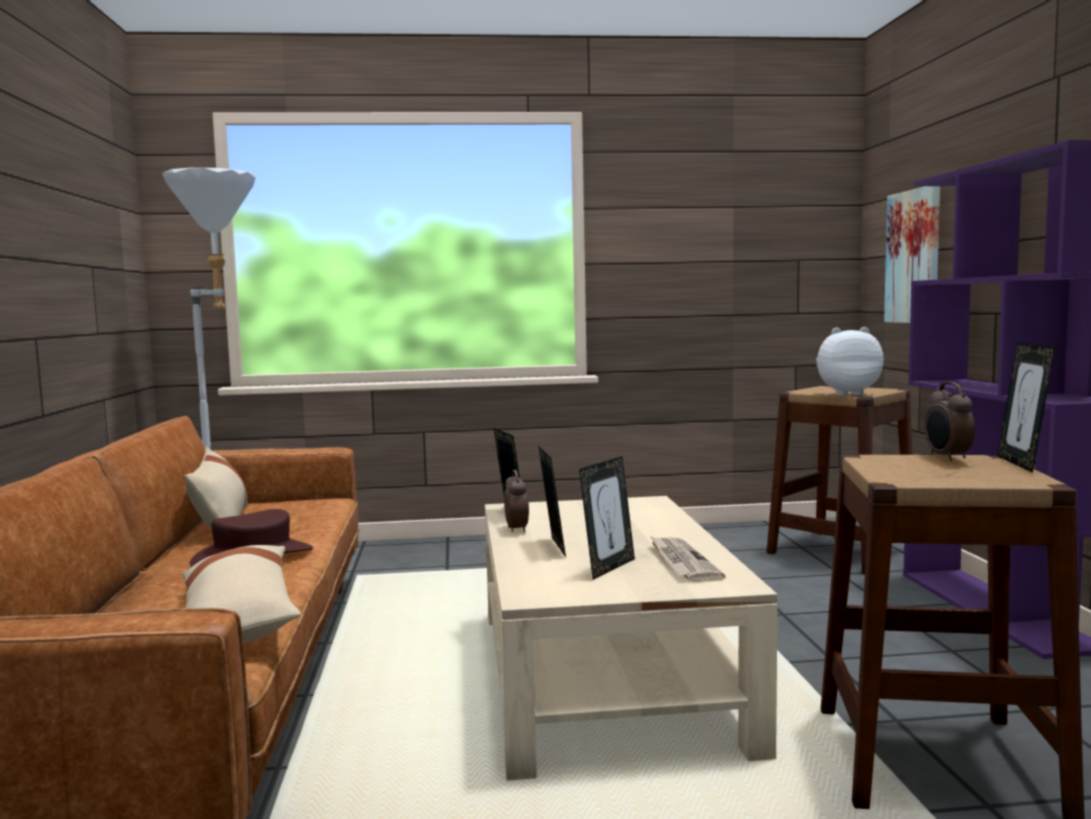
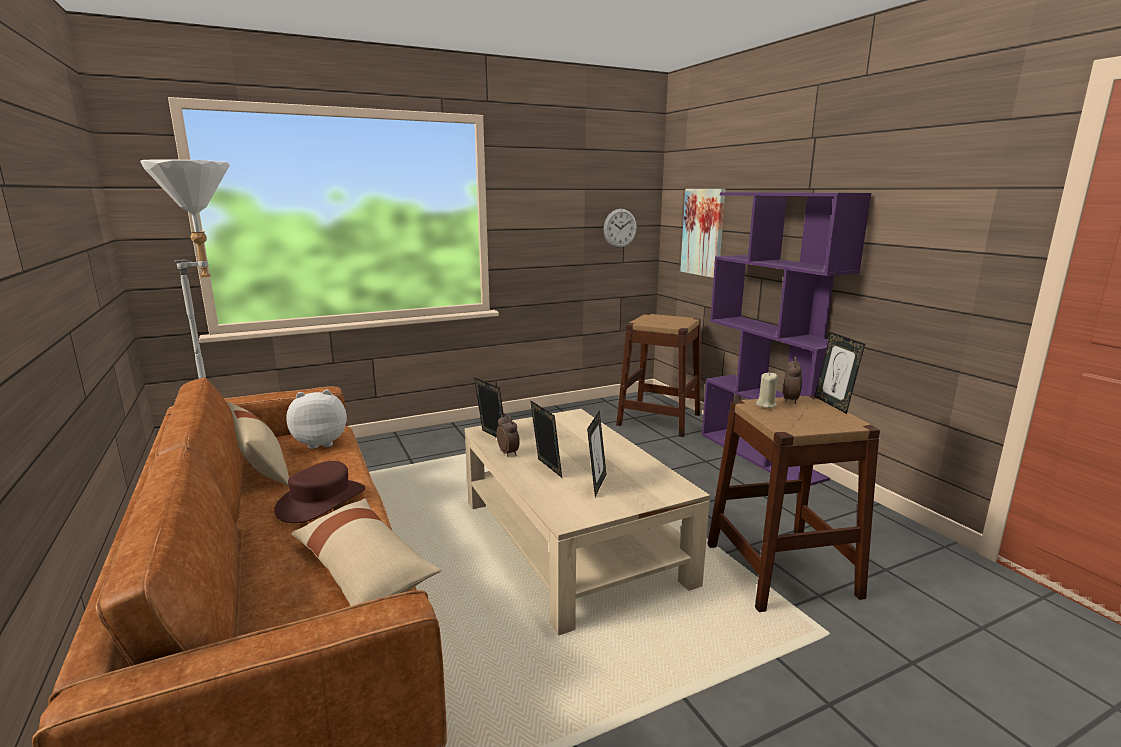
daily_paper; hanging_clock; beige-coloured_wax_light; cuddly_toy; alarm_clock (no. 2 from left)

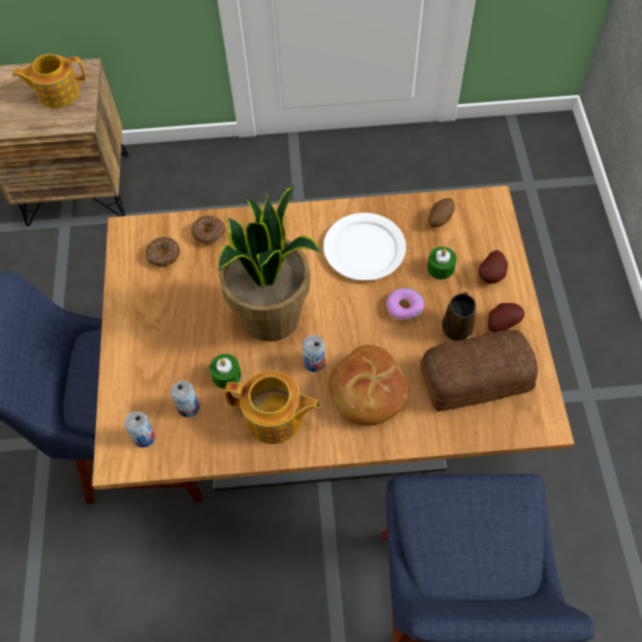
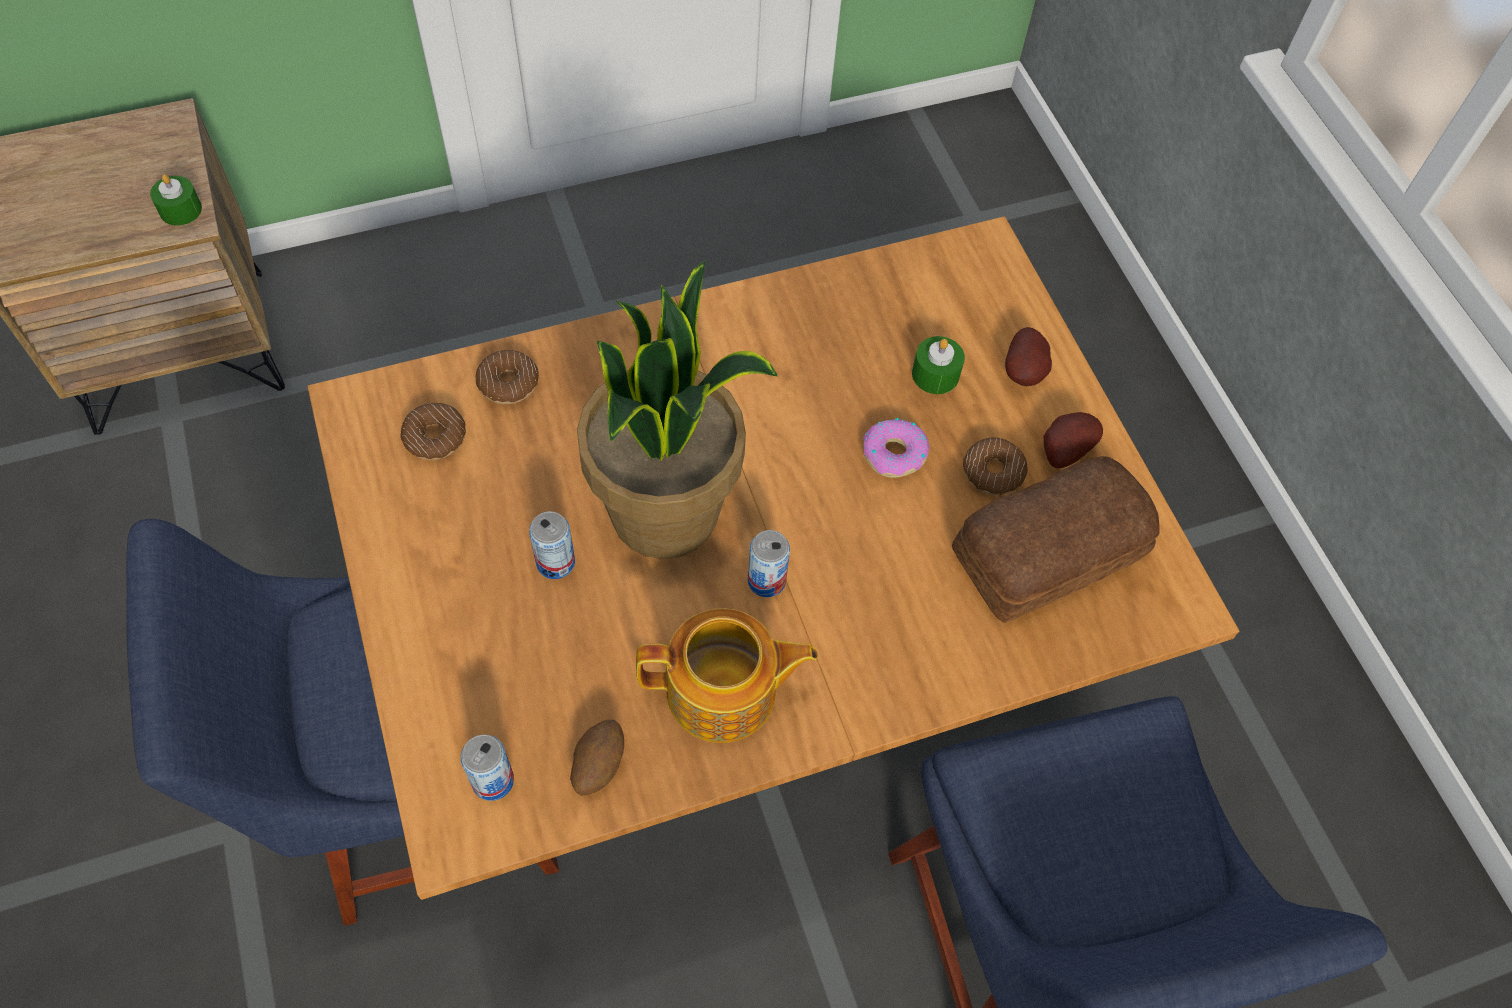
pot_for_tea (no. 1 from left in the first image); white-coloured_plate; bakery_bread (no. 1 from left in the first image); metal_can (no. 2 from left); green-coloured_wax_light (no. 1 from left); whole_potato (no. 1 from left); doughnut (no. 4 from left)

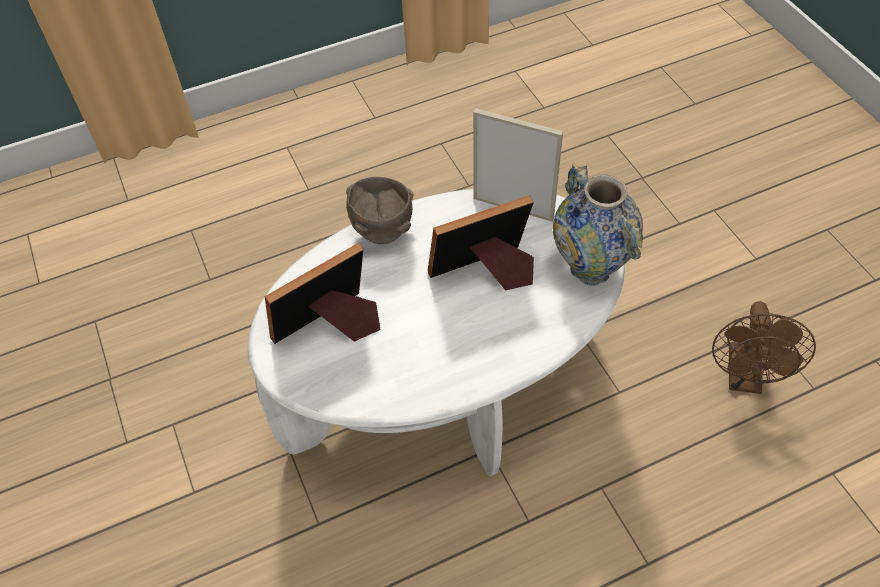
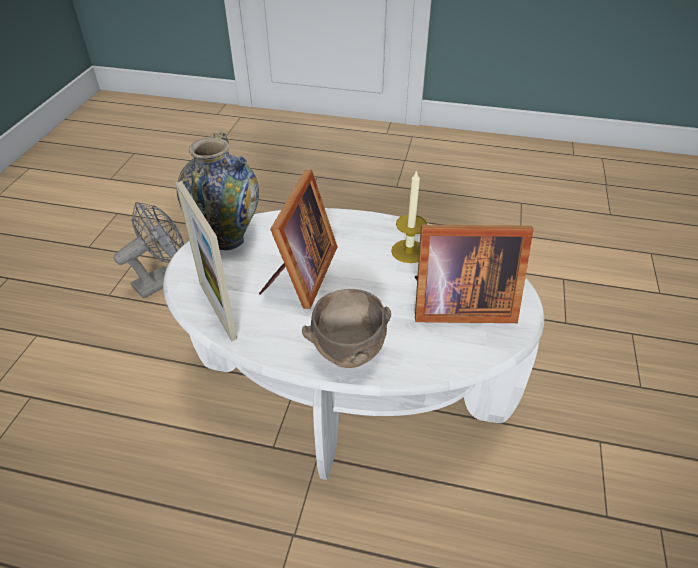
wax_light; greyish_fan; picture_frame (no. 2 from left)

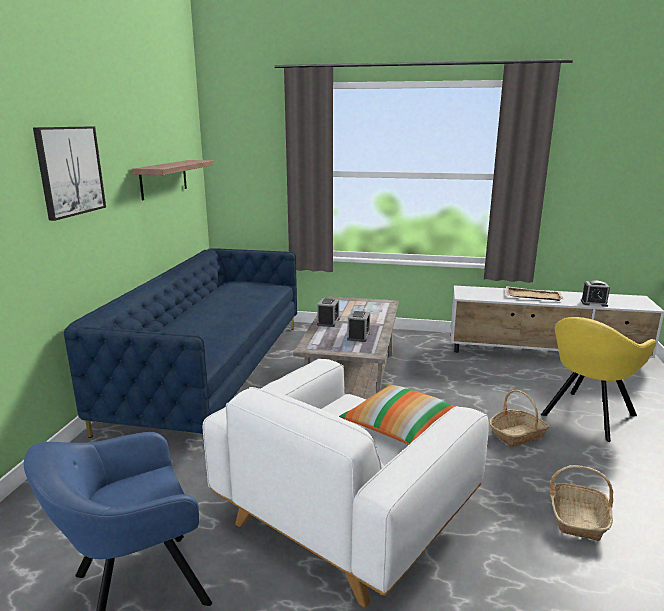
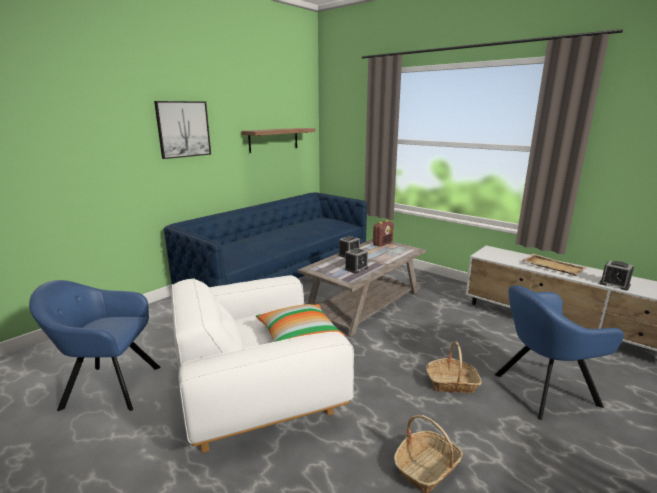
radio_receiver; blue-coloured_lounge_chair (no. 2 from left)

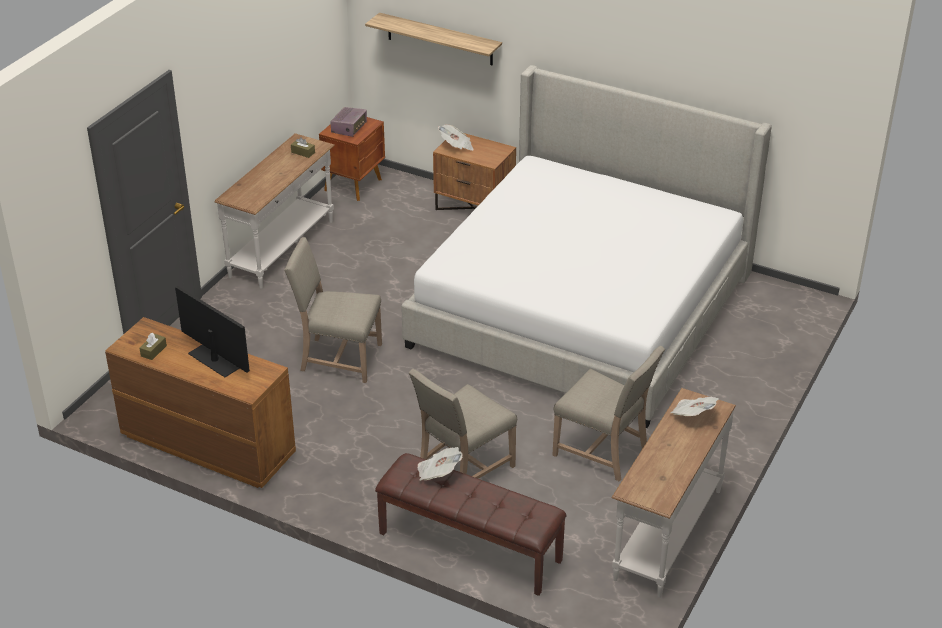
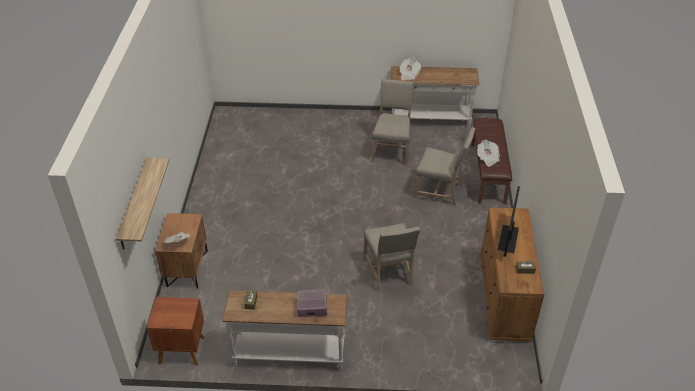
bedroom_bed; radio_receiver

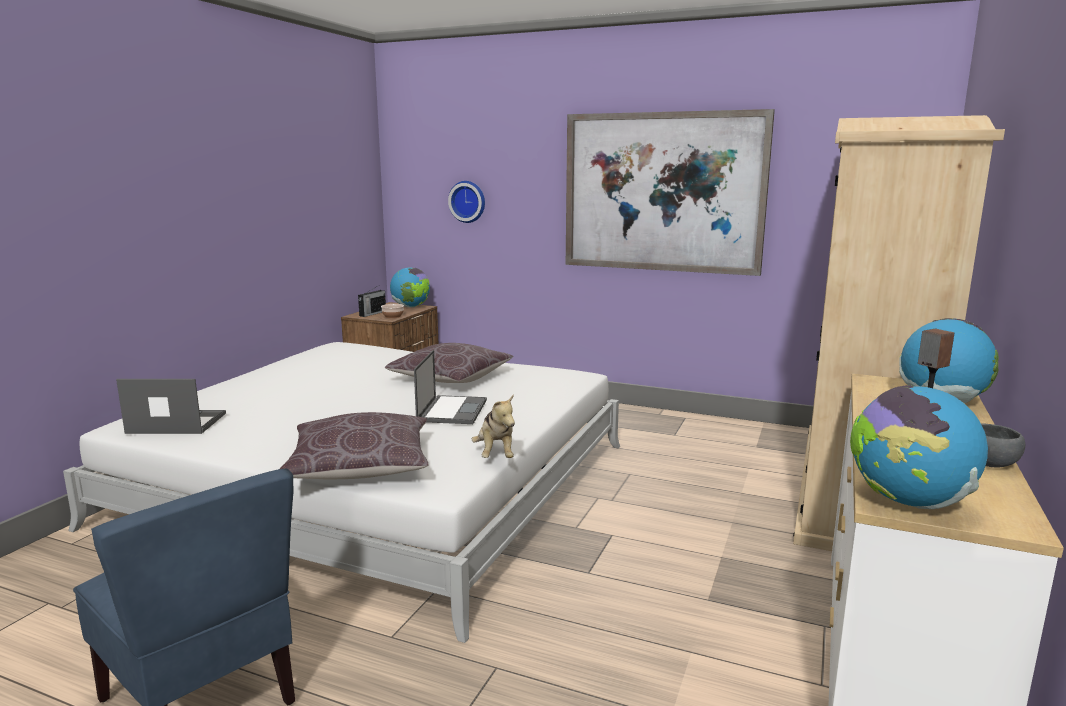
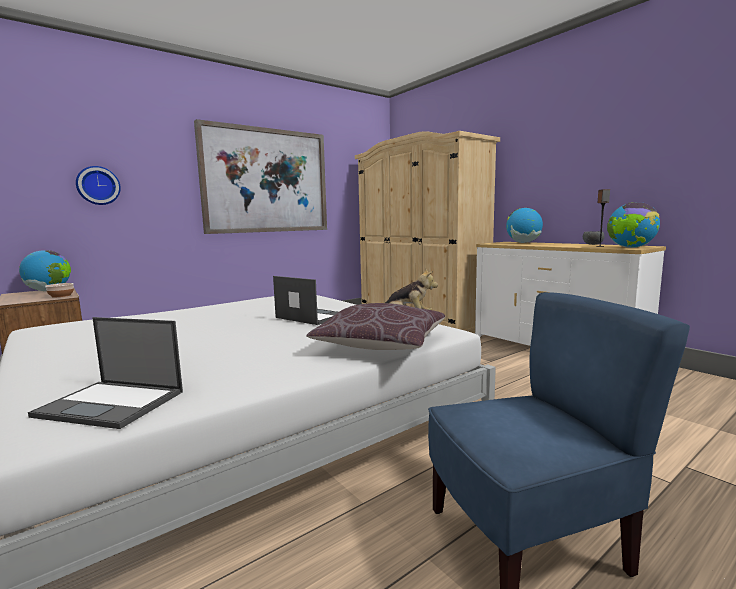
radio_receiver; brown-coloured_throw_pillow (no. 2 from left in the first image); laptop (no. 1 from left)

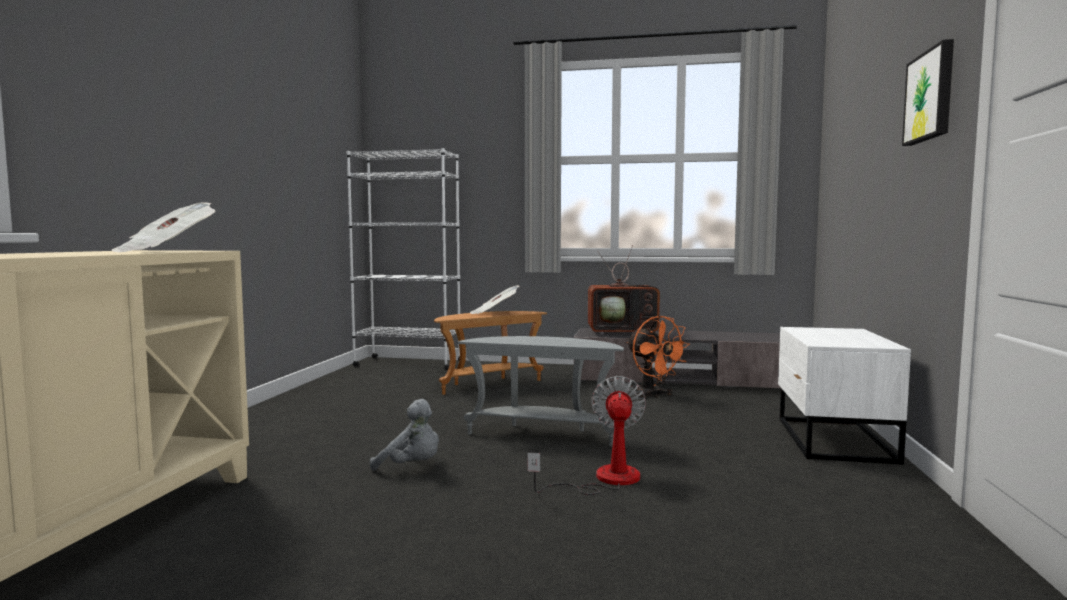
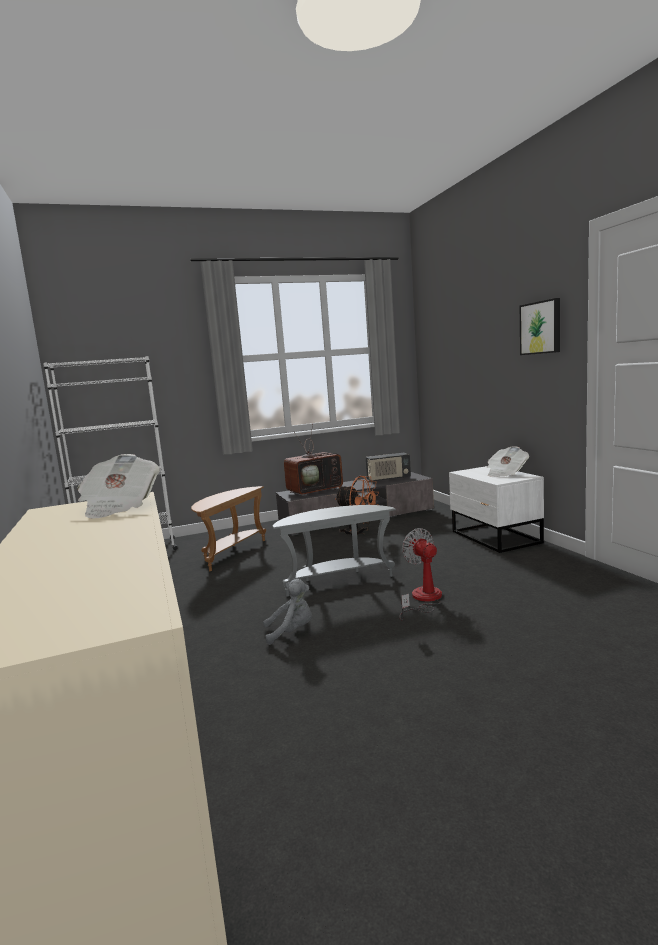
radio_receiver; daily_paper (no. 2 from left)

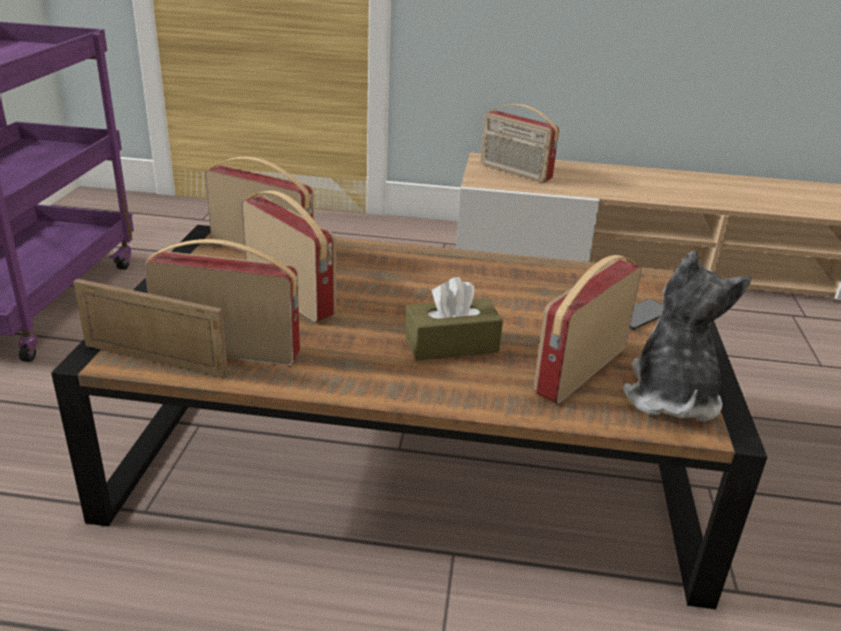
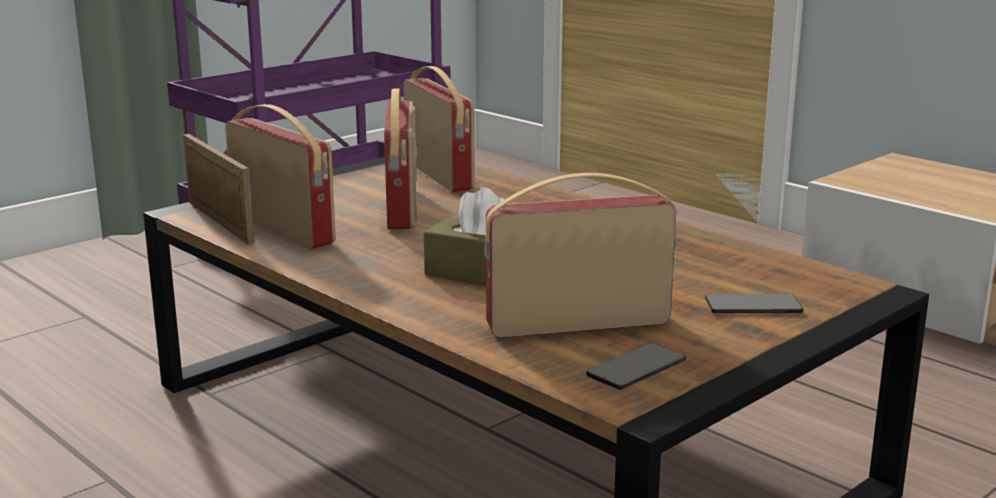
radio_receiver (no. 4 from left in the first image); handset (no. 1 from left)

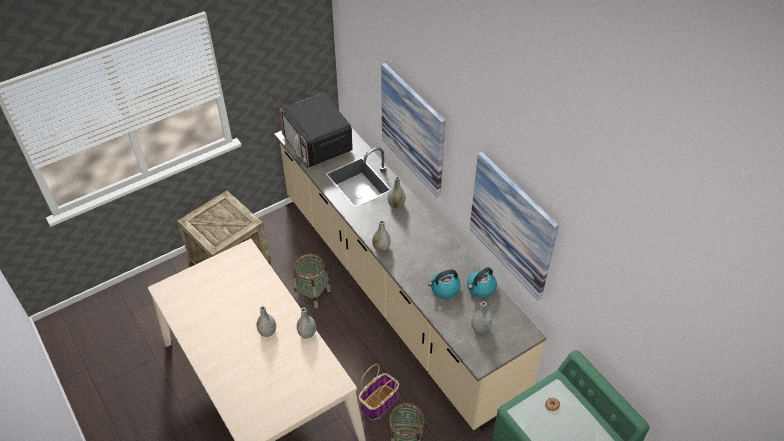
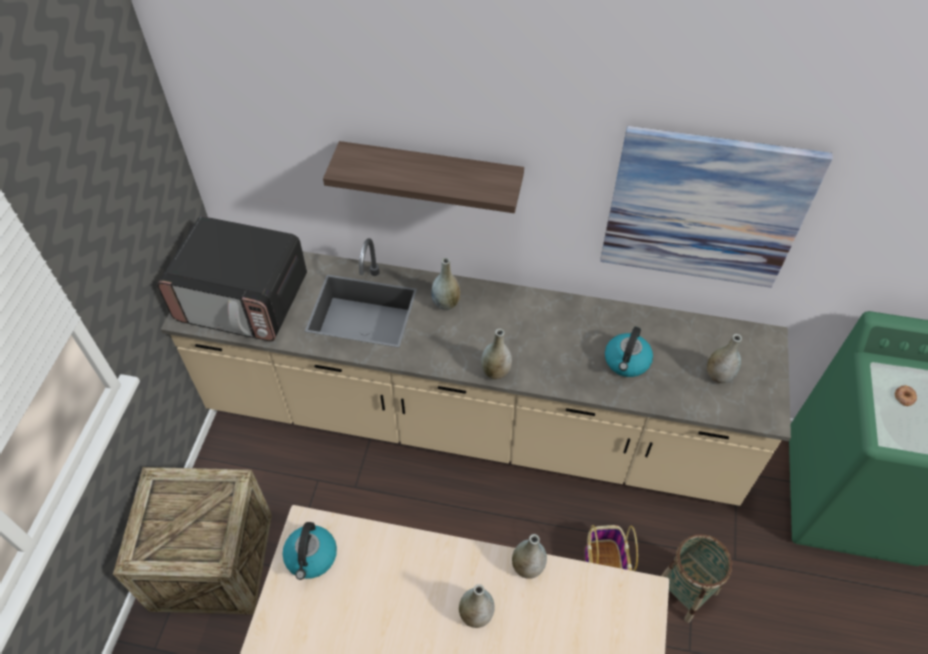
storage_basket (no. 1 from left in the first image); water_kettle (no. 1 from left); bracket_shelf

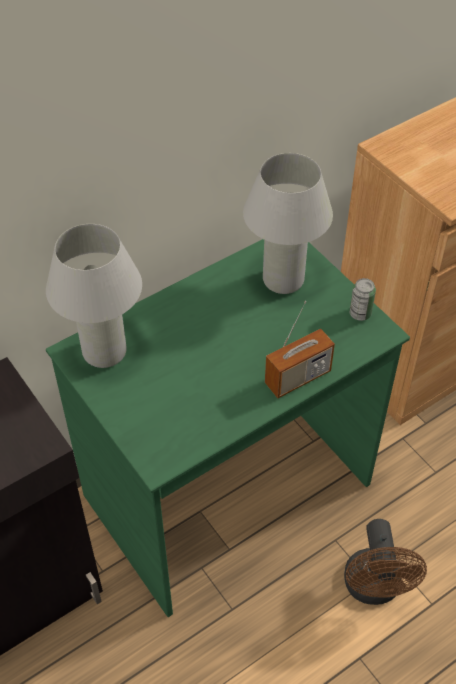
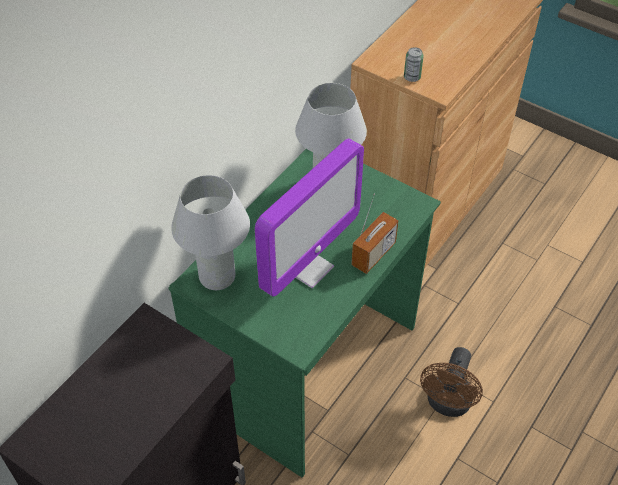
computer_display; metal_can; brown-coloured_fan

